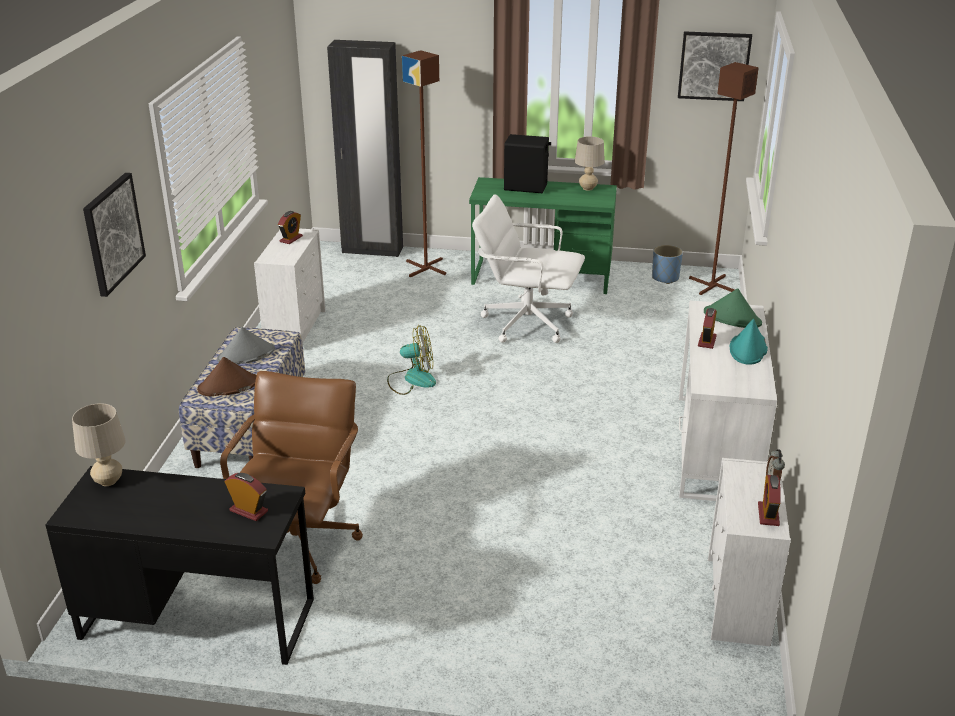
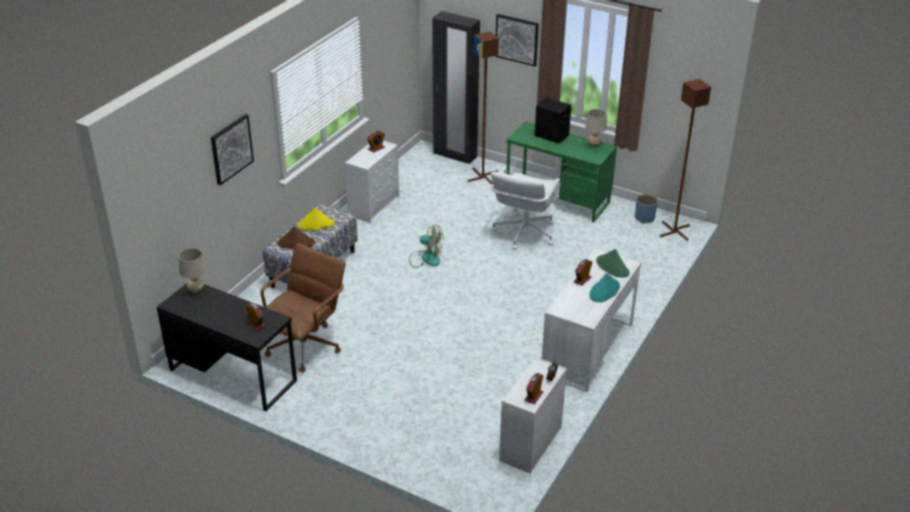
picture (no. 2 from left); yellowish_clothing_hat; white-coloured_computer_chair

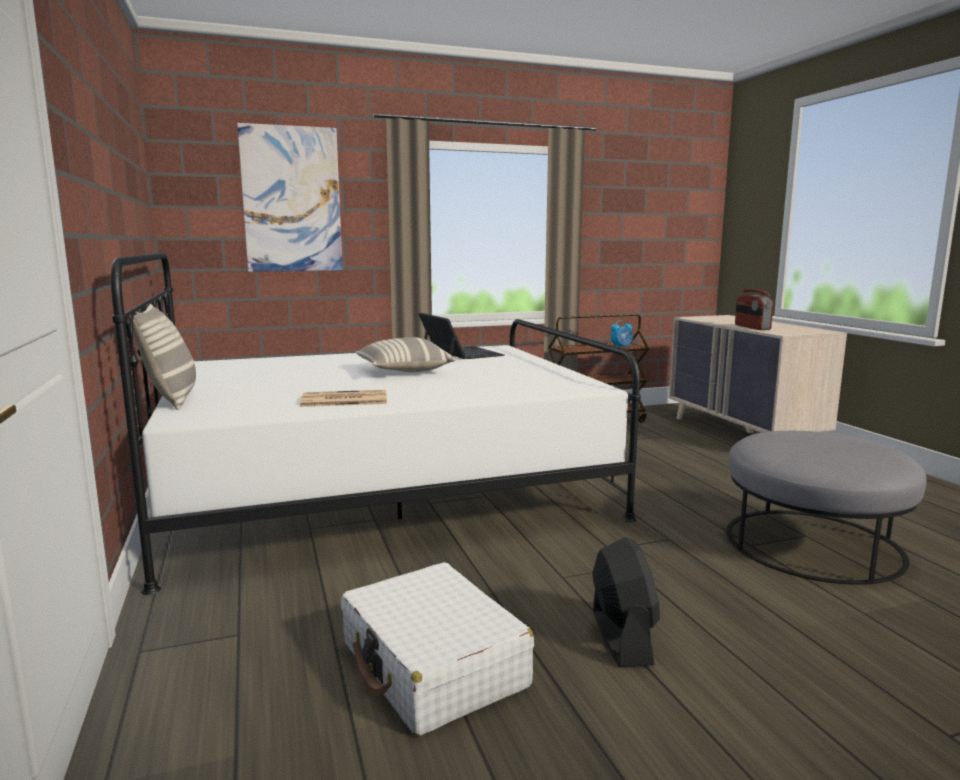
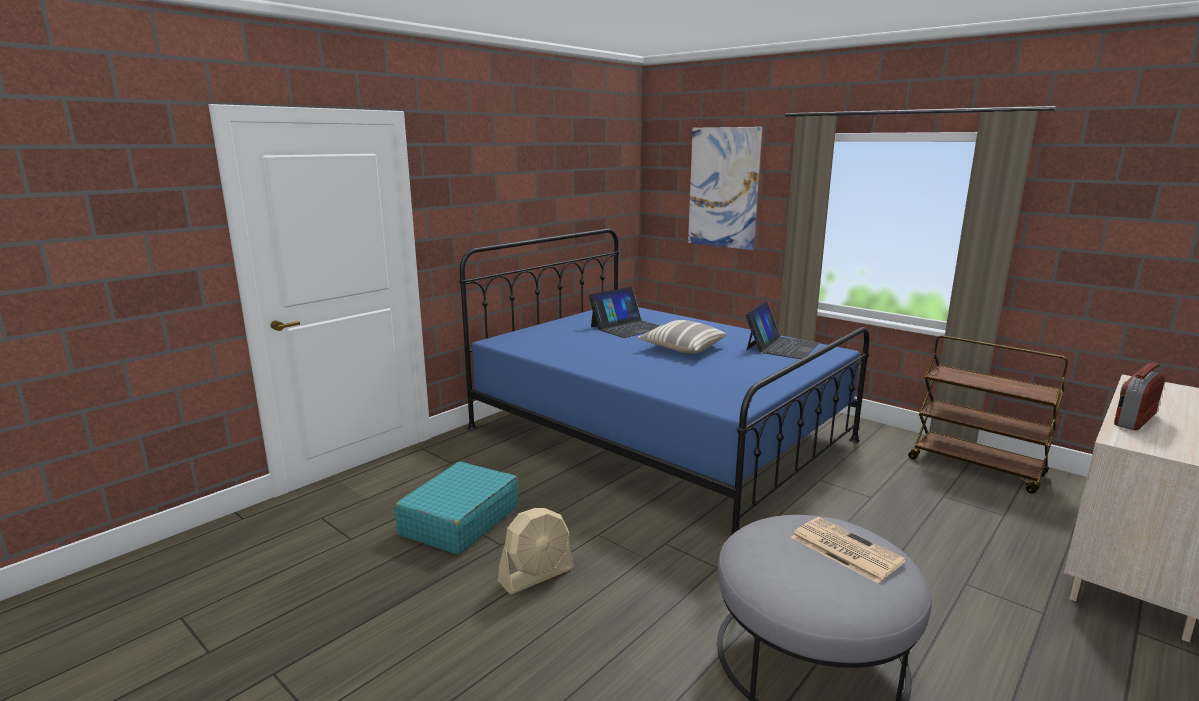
throw_pillow (no. 1 from left in the first image); alarm_clock; laptop (no. 1 from left); daily_paper; blue-coloured_bedroom_bed; blue-green_travel_case; beige-coloured_fan

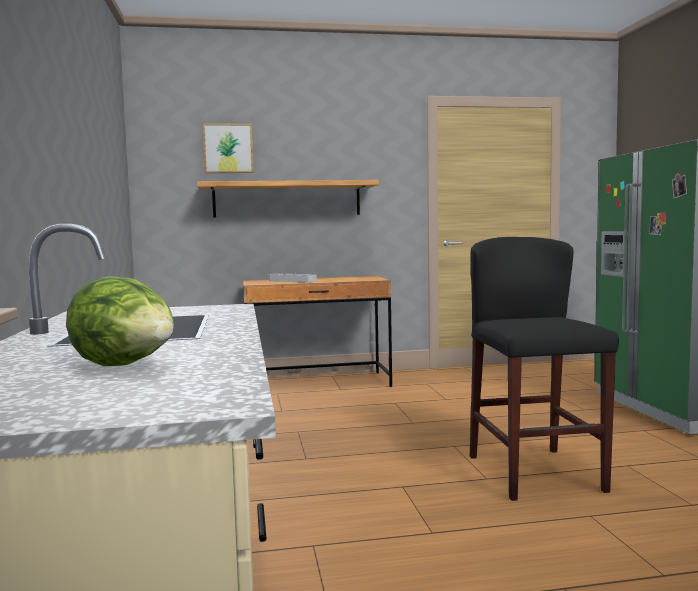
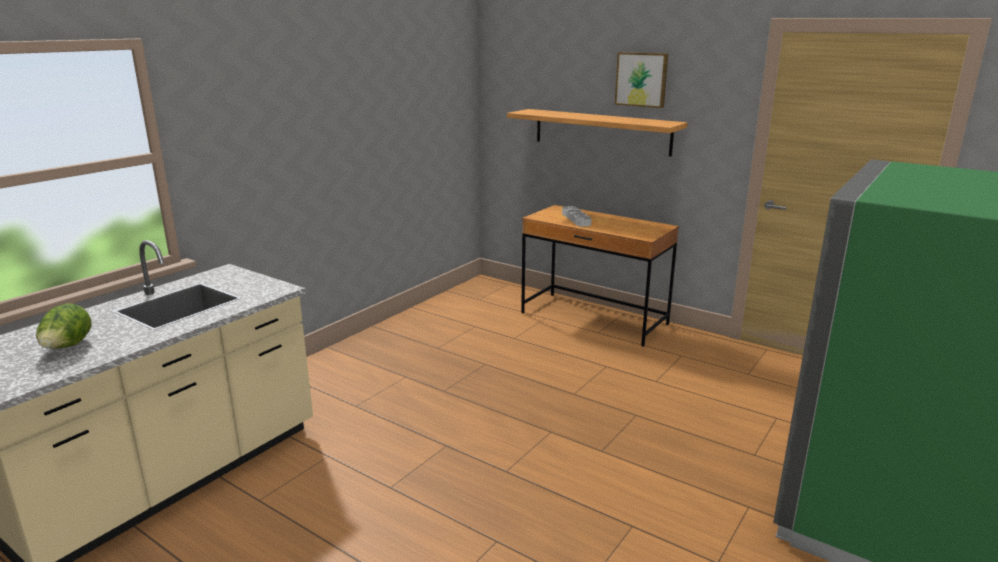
black_stool_seat; picture

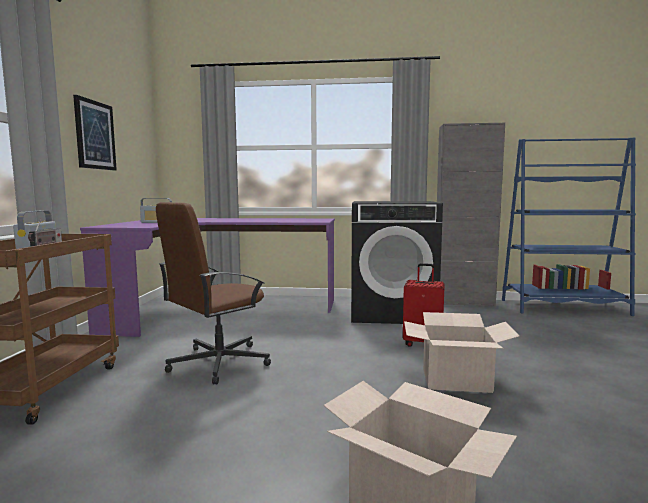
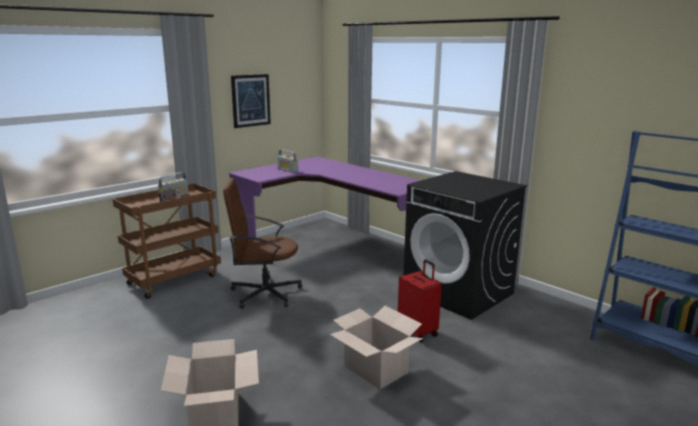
greyish_cupboard

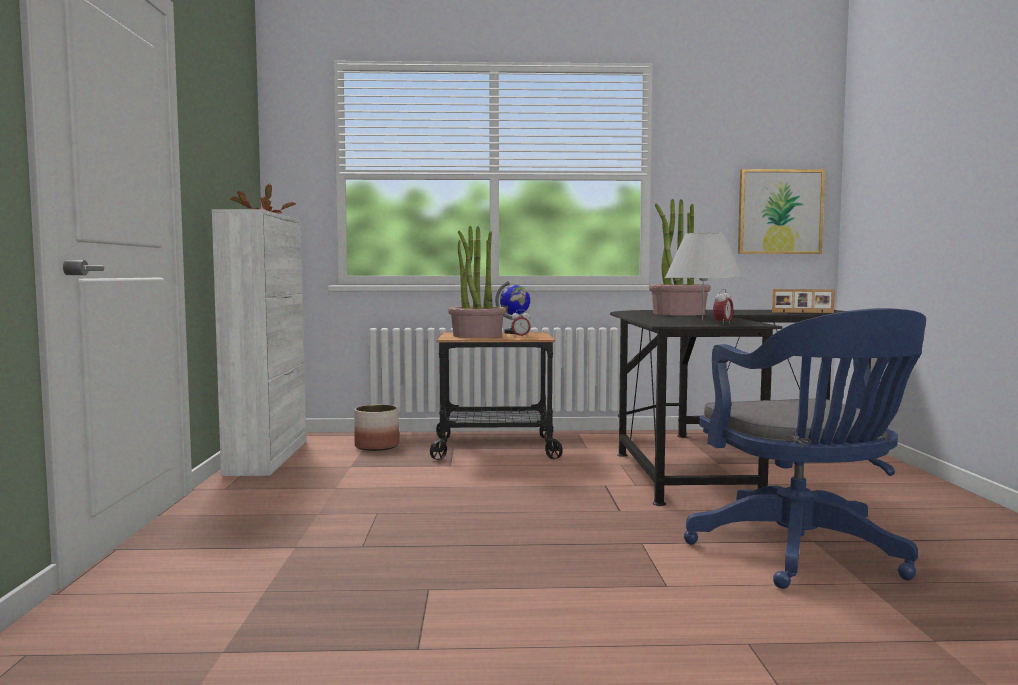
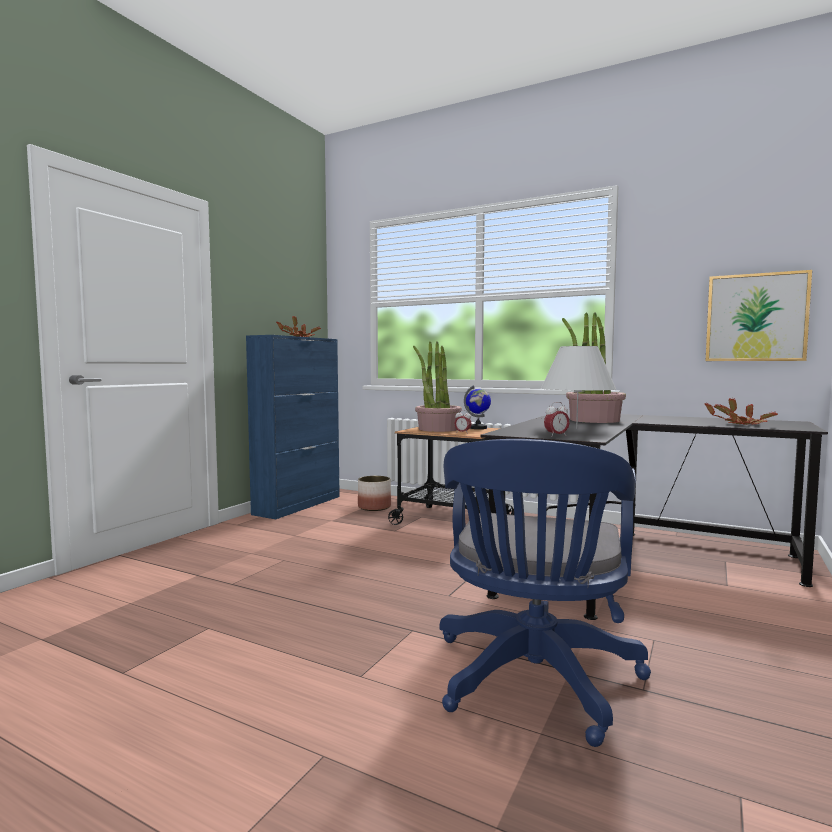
houseplant (no. 4 from left); blue-coloured_cupboard

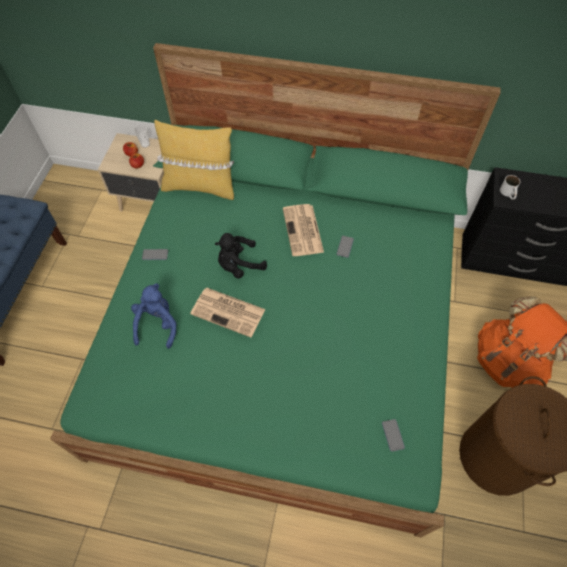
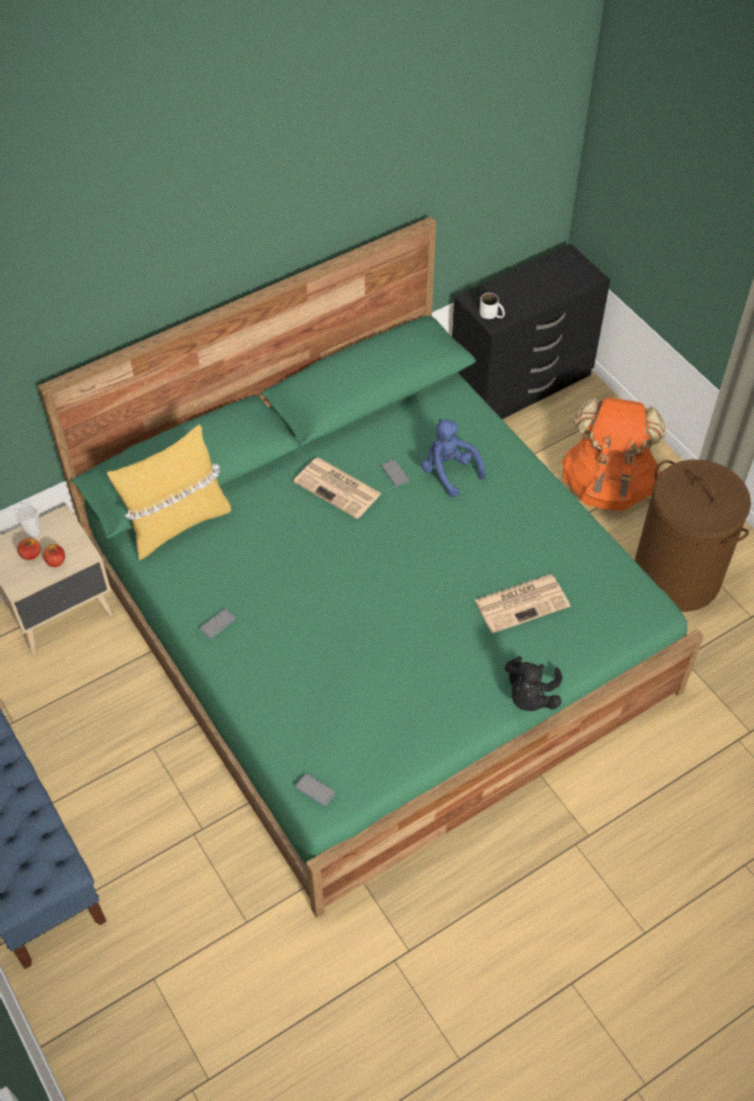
blue-coloured_cuddly_toy; daily_paper (no. 2 from left); black_cuddly_toy; handset (no. 2 from left)

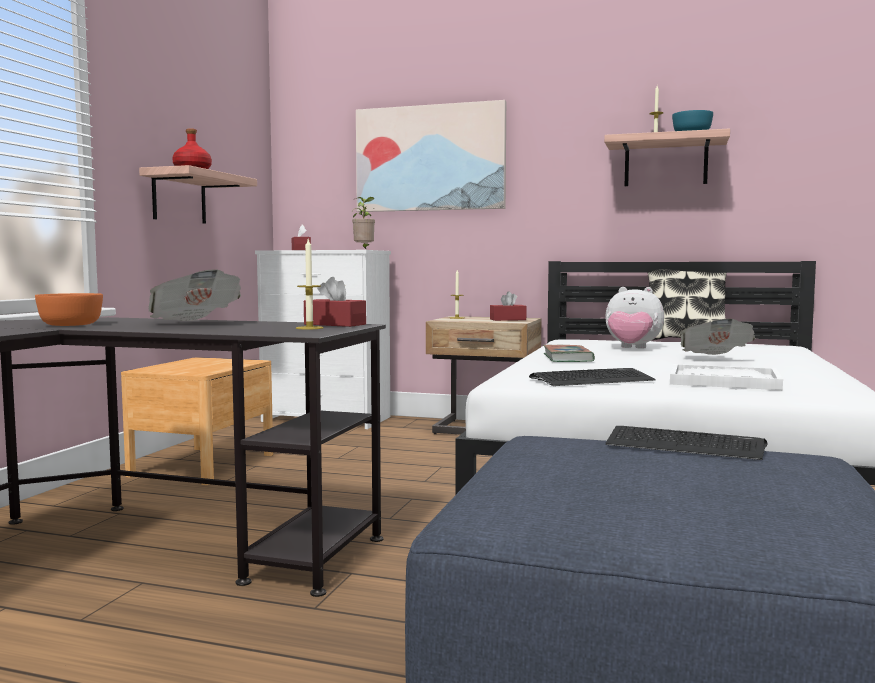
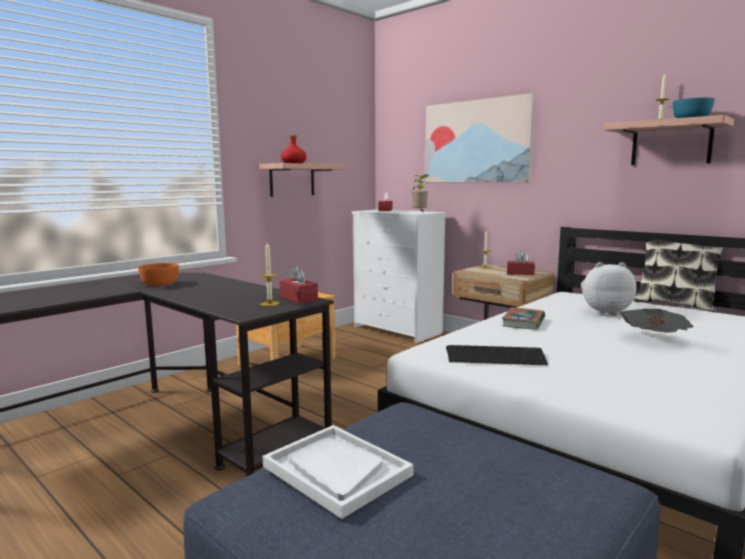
daily_paper (no. 1 from left in the first image); PC_keyboard (no. 2 from left in the first image); white-coloured_tray; cuddly_toy

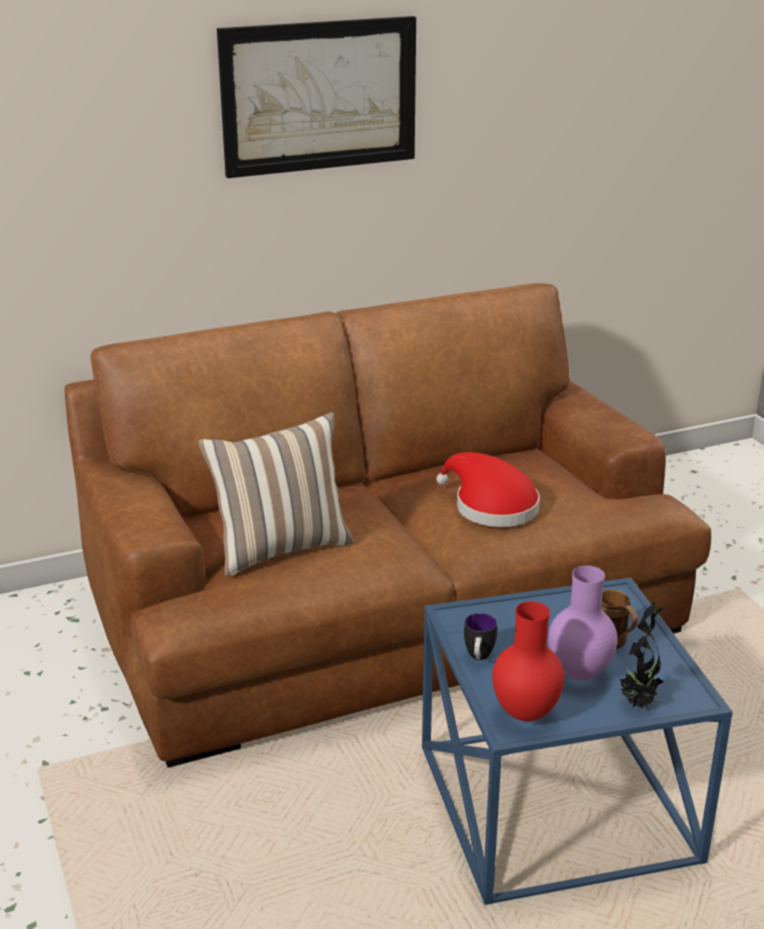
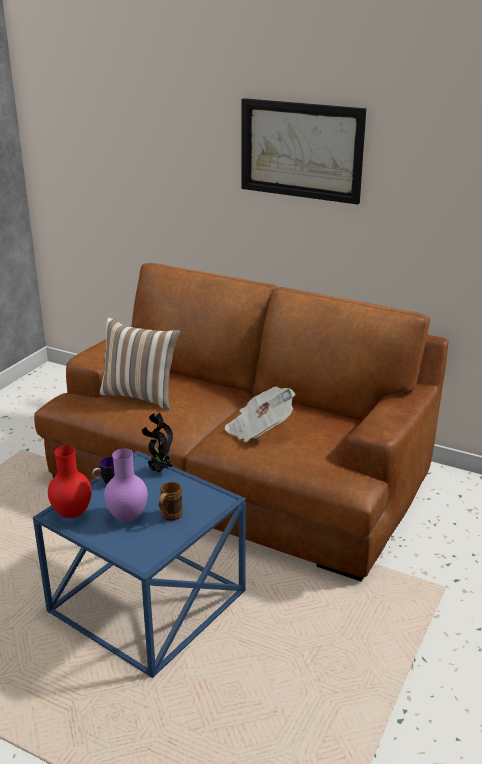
houseplant; daily_paper

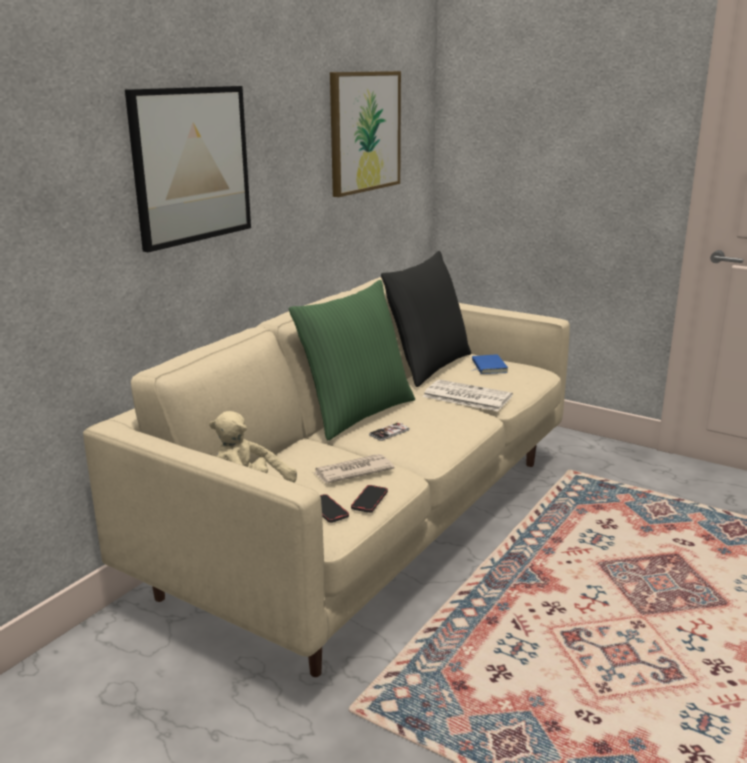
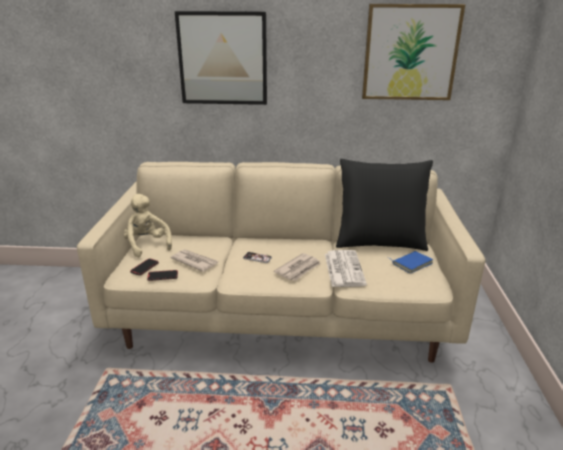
green-coloured_throw_pillow; daily_paper (no. 2 from left)

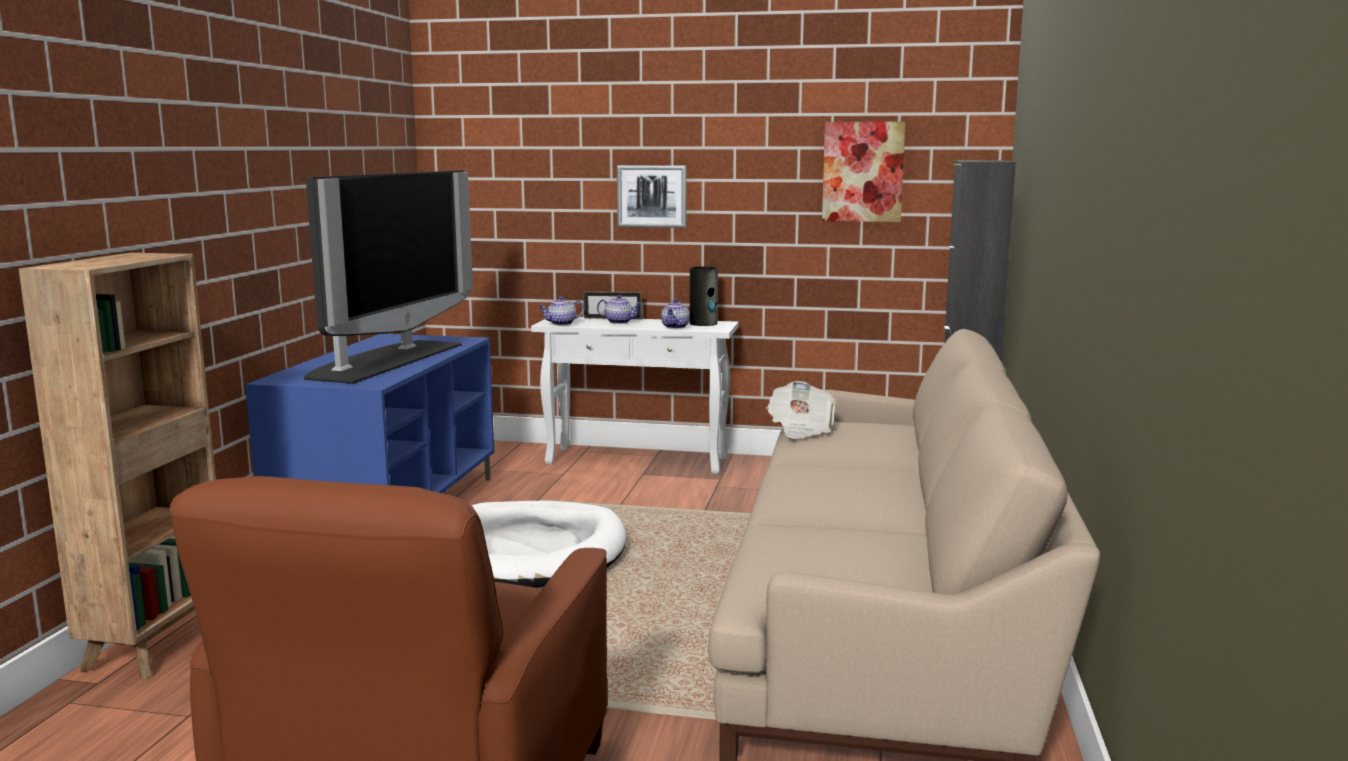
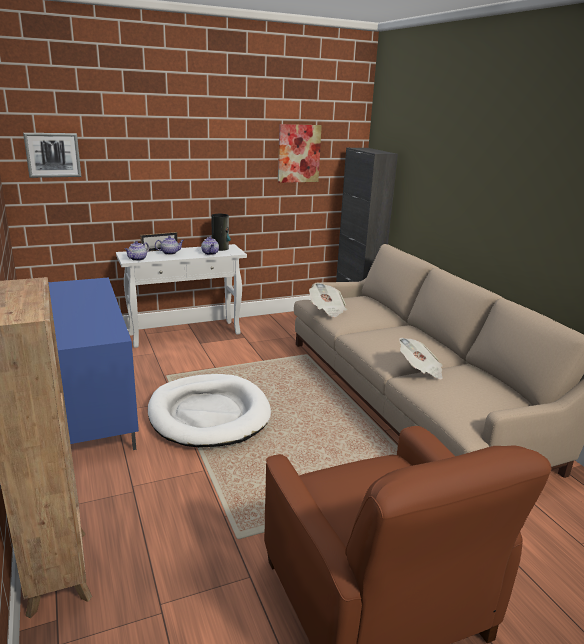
television; daily_paper (no. 2 from left); picture (no. 1 from left)

